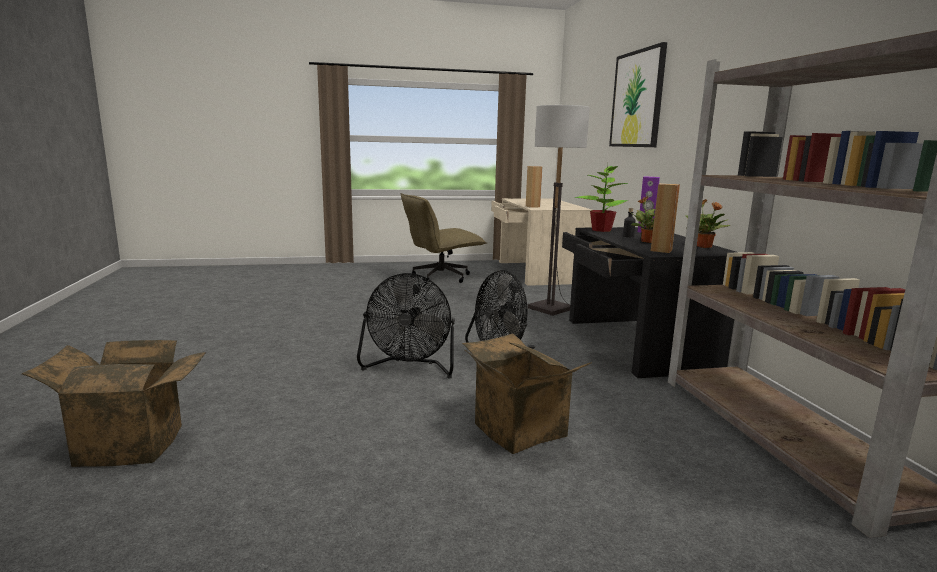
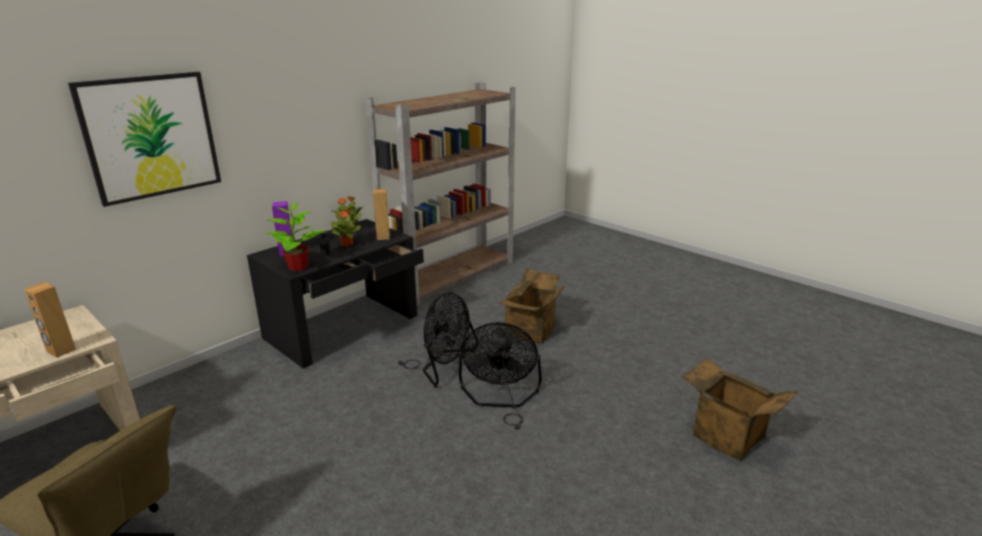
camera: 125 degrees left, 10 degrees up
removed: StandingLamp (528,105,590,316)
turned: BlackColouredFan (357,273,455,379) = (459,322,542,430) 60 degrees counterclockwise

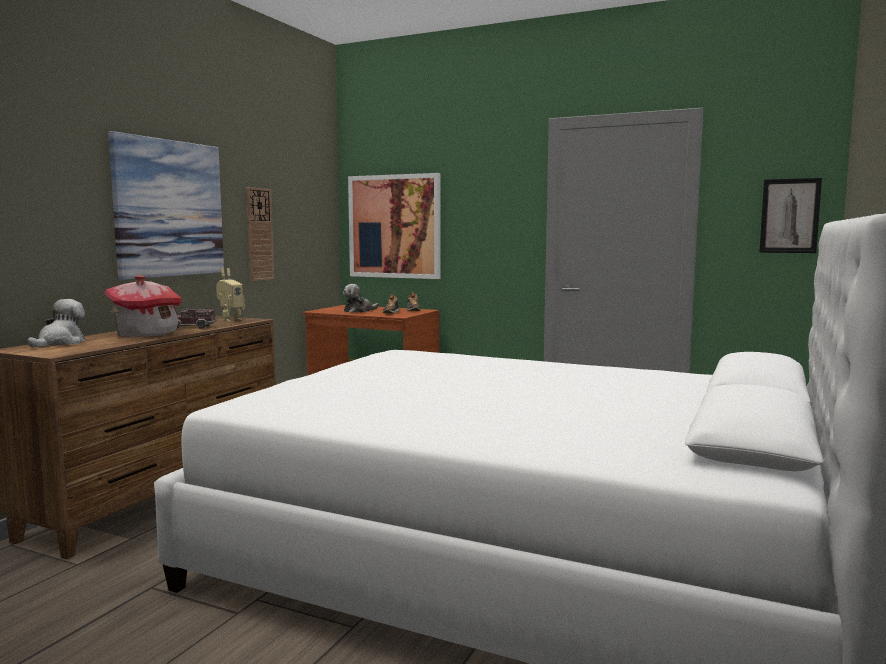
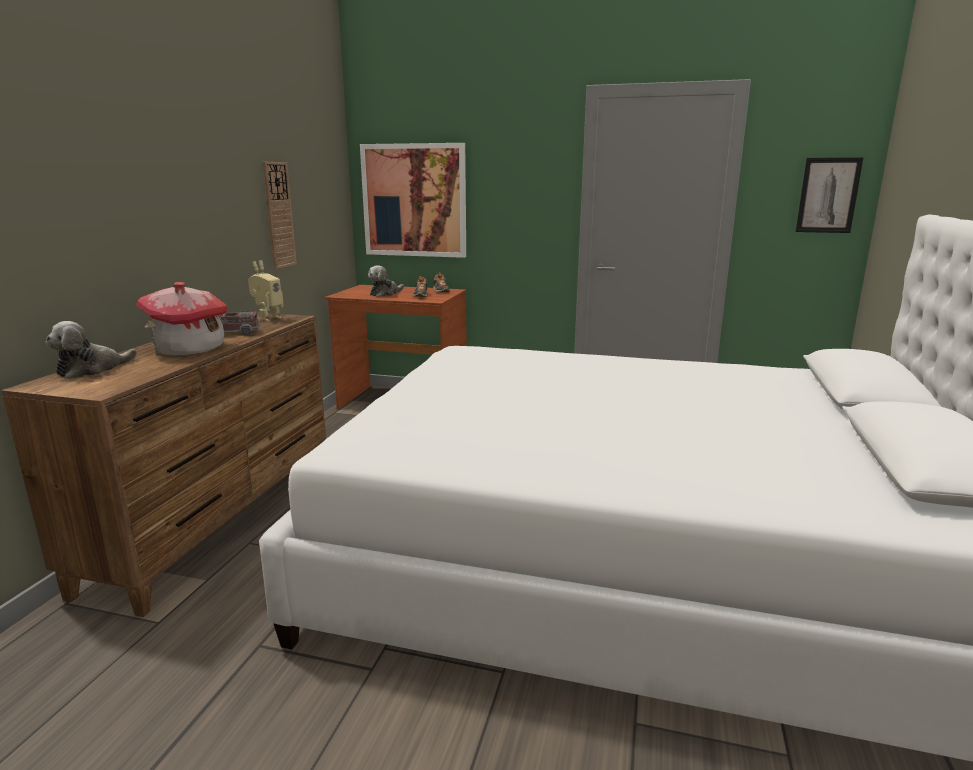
camera: 10 degrees left, 10 degrees up
removed: WallArt (108,131,224,280)
turned: SoftToy (27,299,85,347) = (45,321,137,379) 150 degrees counterclockwise

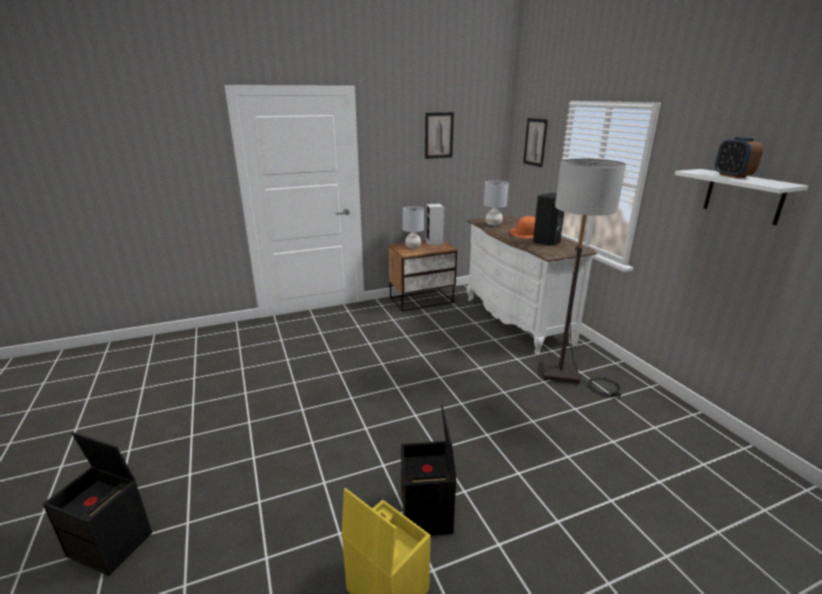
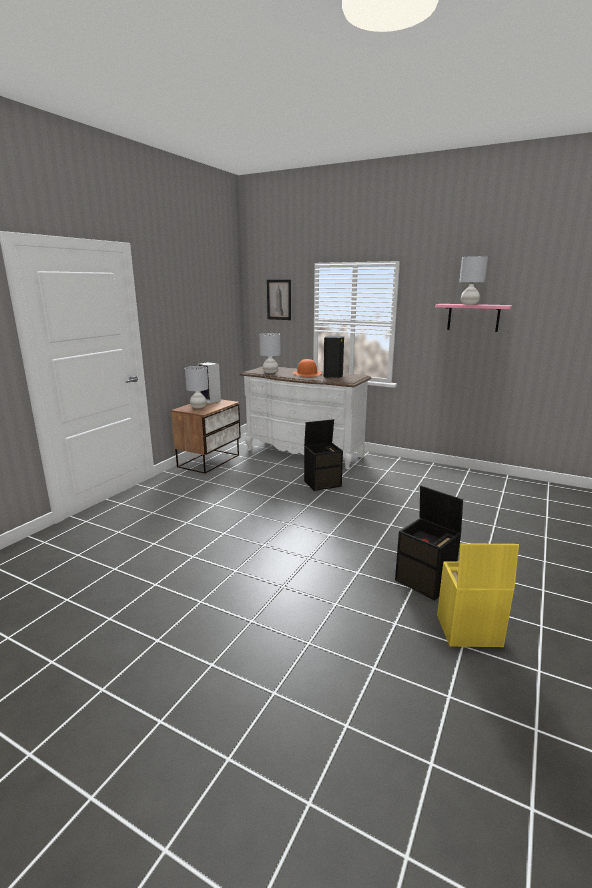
camera: 40 degrees left, 5 degrees down
removed: WallArt (425,112,454,159); StandingLamp (542,159,626,398)
moved: BlackColouredStorageBin (43,432,152,576) to (304,419,343,491)
replaced: BedsideClock (715,137,763,178) to GreyishLampForATable (459,256,488,305)
recoloured: WhiteColouredBracketShelf (675,169,808,225) to PinkColouredBracketShelf (435,304,512,332)

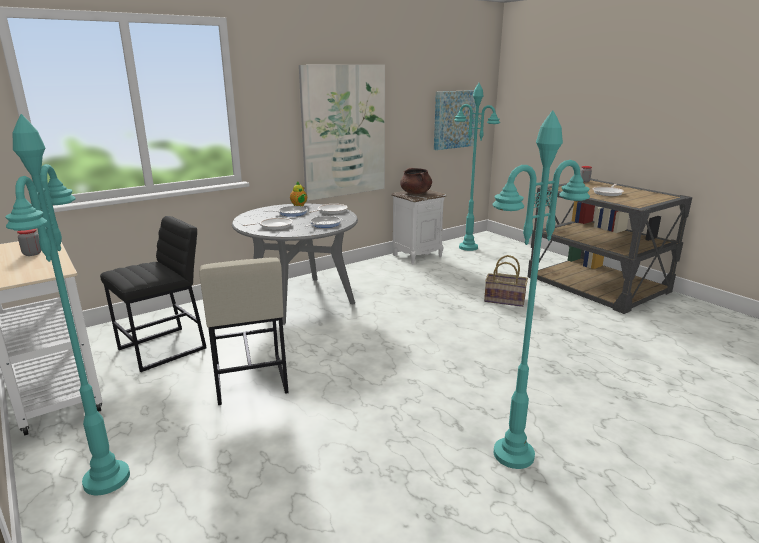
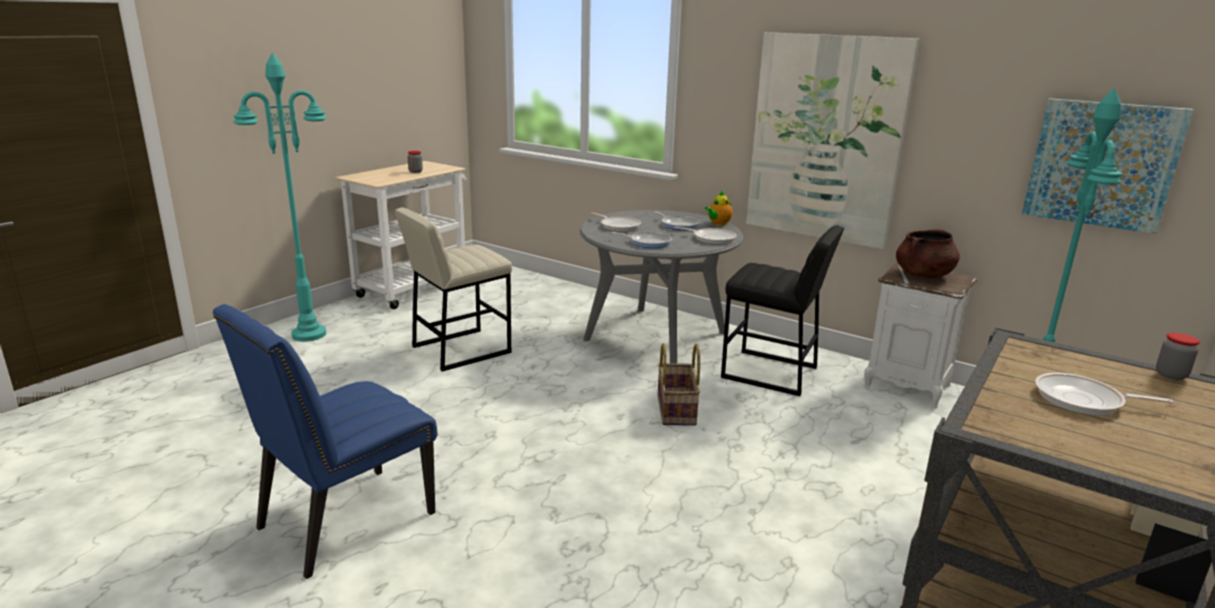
camera: 70 degrees right, 0 degrees up
moved: BlackColouredChair (100,216,206,372) to (721,225,844,396); StorageBasket (484,255,528,307) to (658,343,700,426)
replaced: BlueGreenStandingLamp (492,110,590,469) to BluishChair (213,304,438,579)

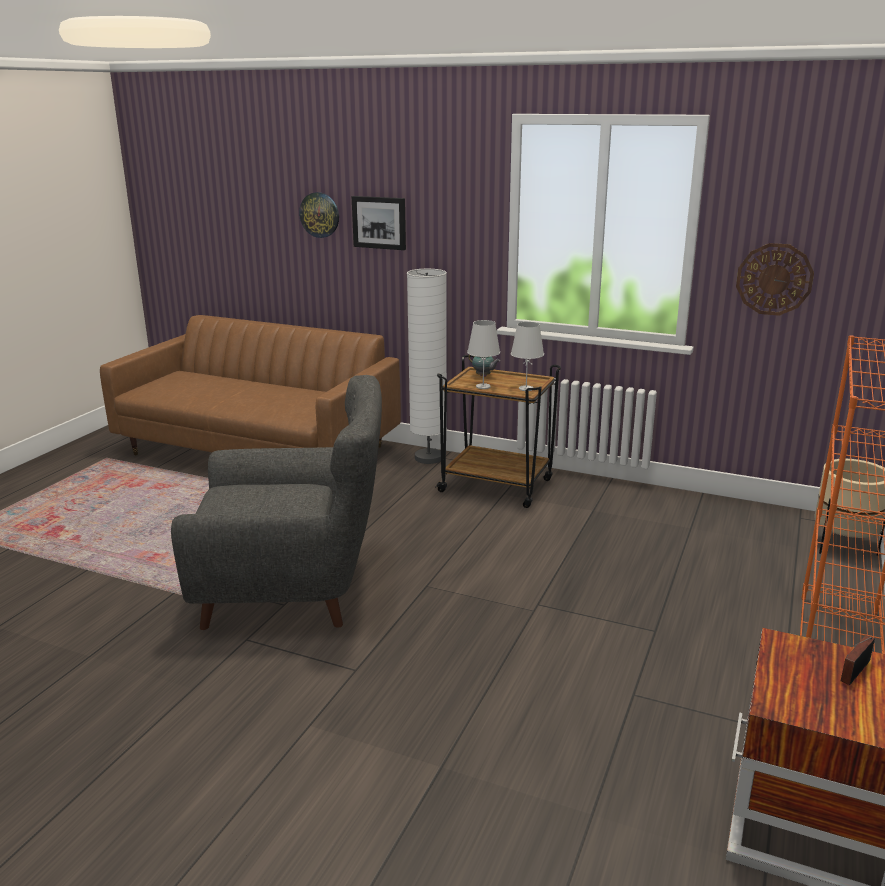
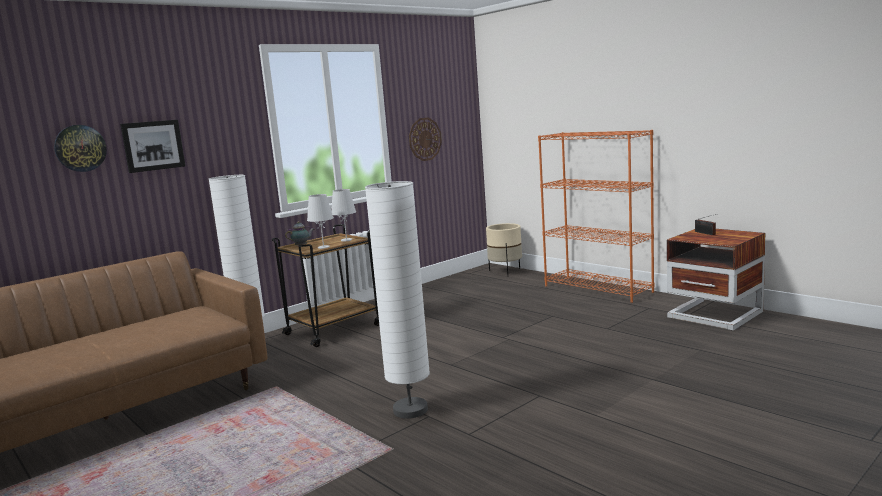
camera: 65 degrees left, 10 degrees down
replaced: GreyishArmchair (171,375,382,630) to WhiteColouredStandingLamp (365,181,430,419)

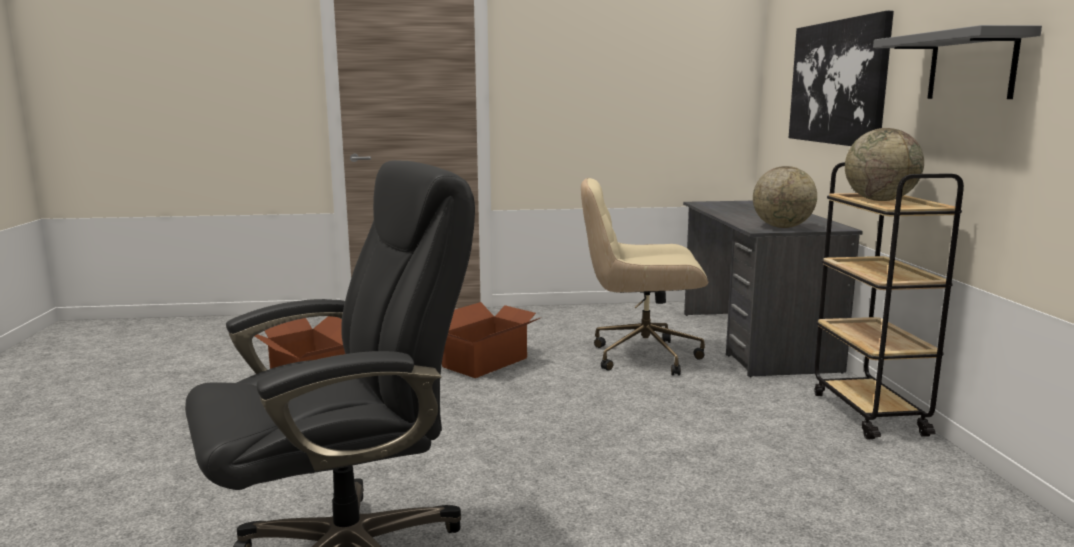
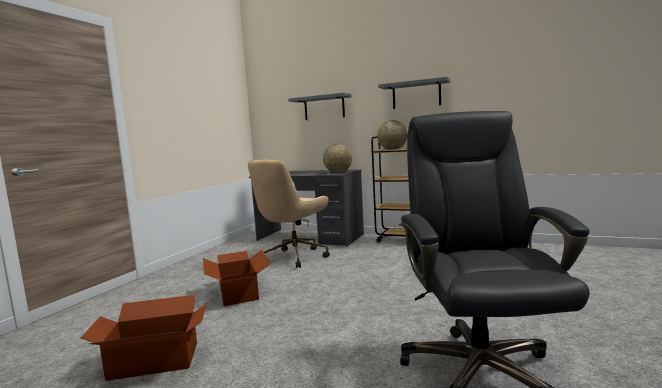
camera: 60 degrees left, 5 degrees down
replaced: WallArt (789,10,894,146) to GreyishBracketShelf (288,93,352,120)

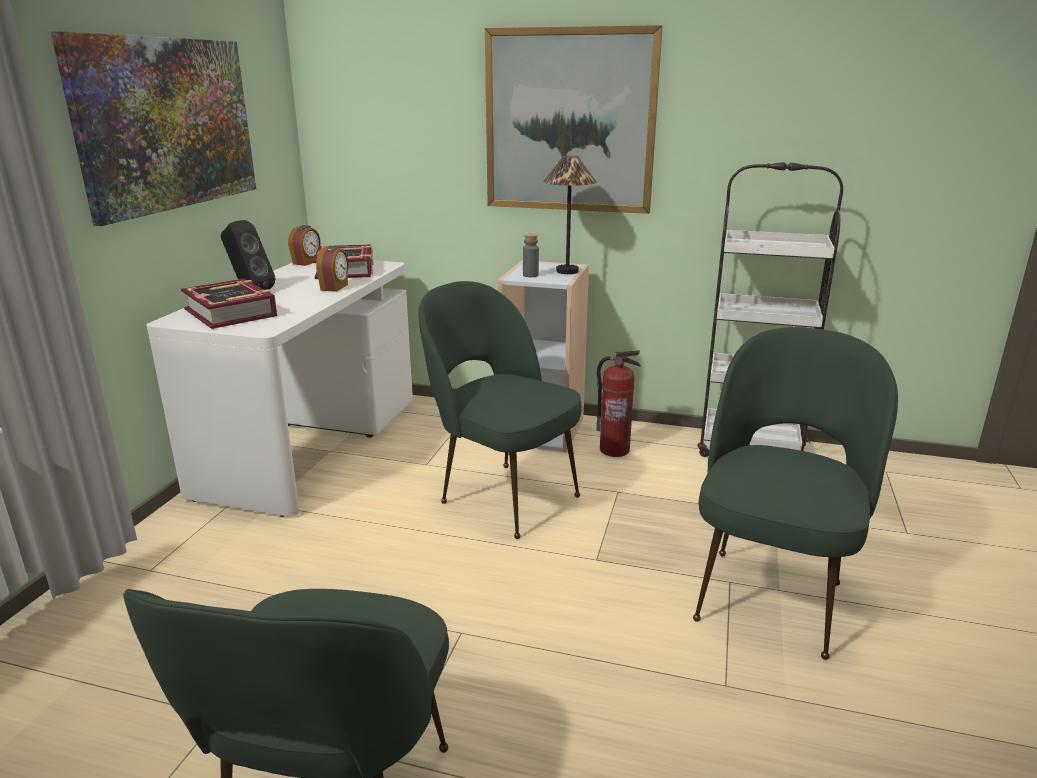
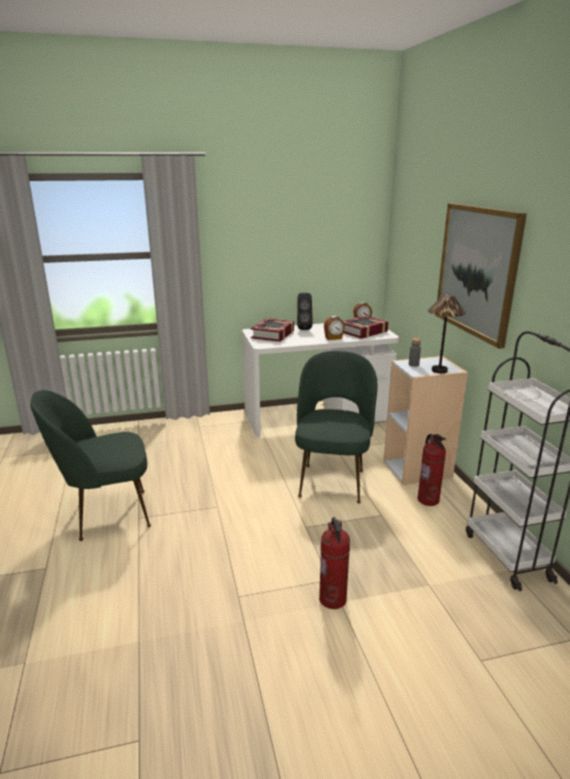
camera: 60 degrees right, 0 degrees up
removed: WallArt (51,31,256,226)
replaced: GreenChair (693,327,898,660) to FireExtinguisher (319,517,350,609)

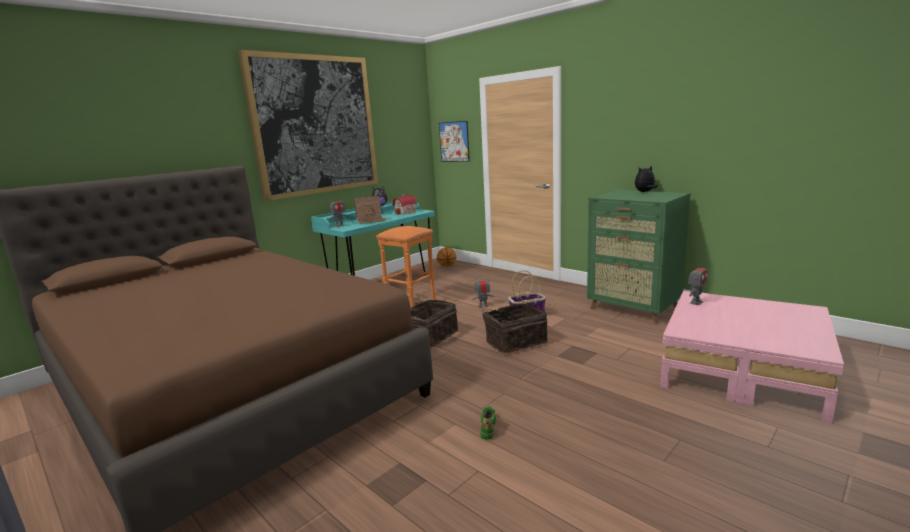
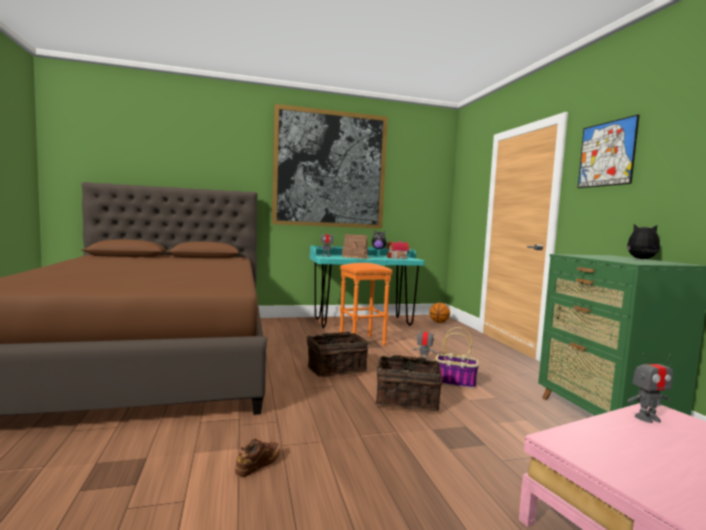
camera: 30 degrees right, 10 degrees down
moved: WallArt (439,121,470,162) to (578,114,639,188)
recoloured: GreenItemOfFootwear (481,405,496,440) to BrownishItemOfFootwear (235,439,281,477)

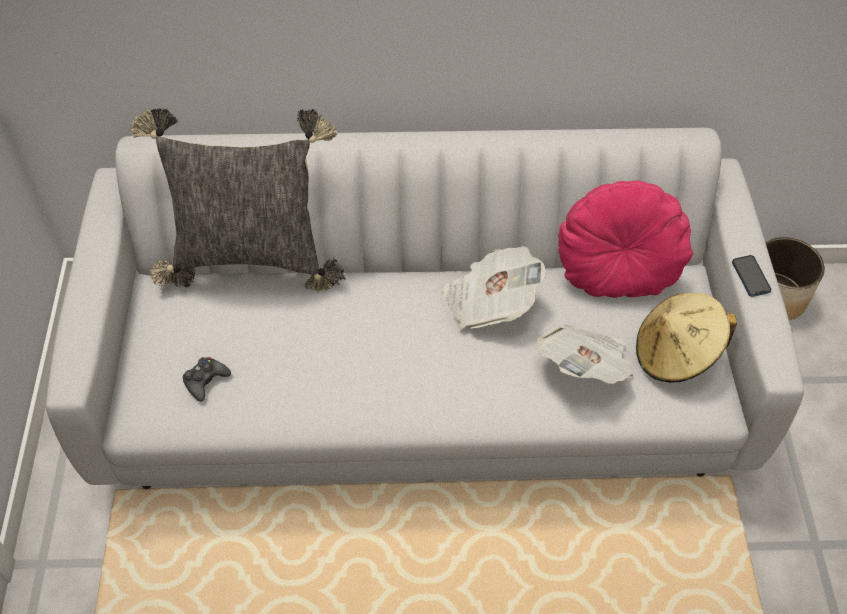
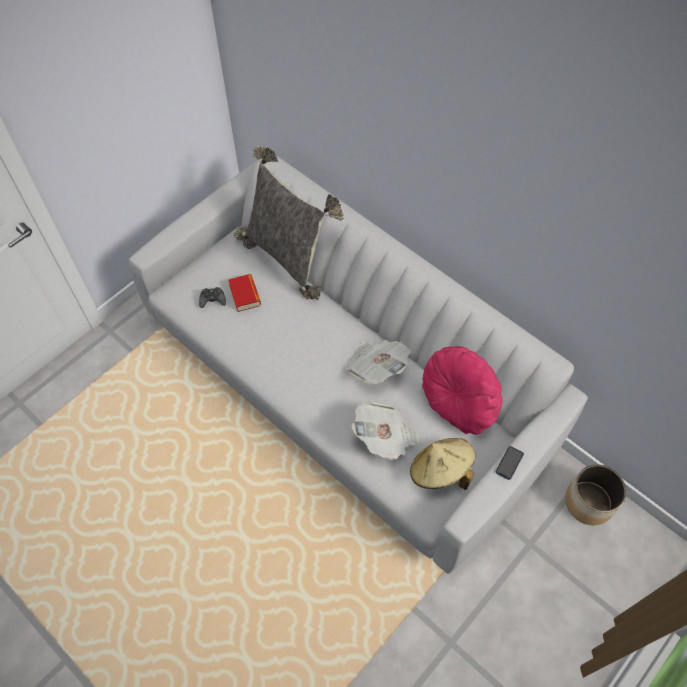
camera: 45 degrees right, 5 degrees up
added: BoundBook (228,274,261,312)

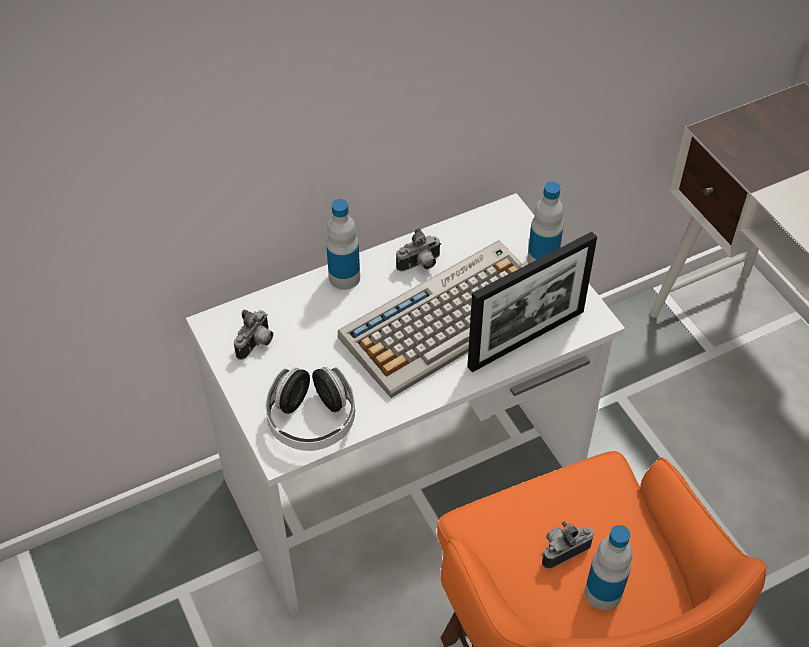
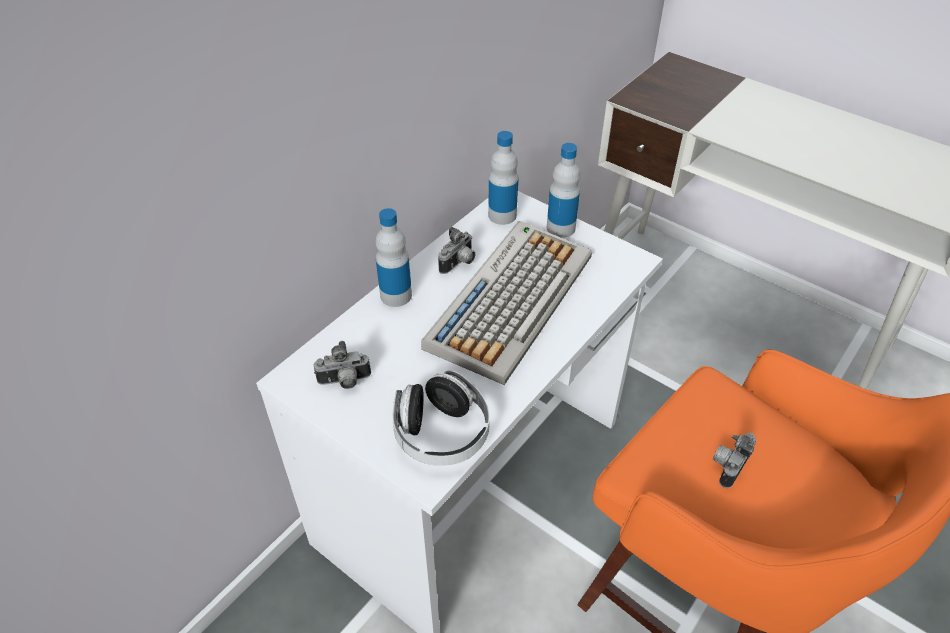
camera: 25 degrees left, 5 degrees down
removed: StandingFrame (467,232,597,372)
moved: Bottle (585,525,632,610) to (488,131,518,225)
turned: PhotoCamera (234,310,273,360) = (314,341,371,389) 75 degrees clockwise

